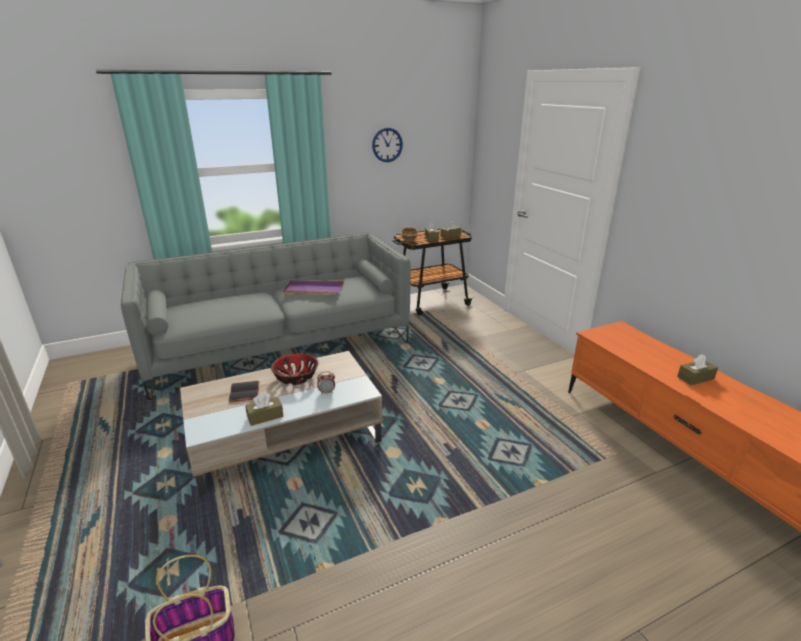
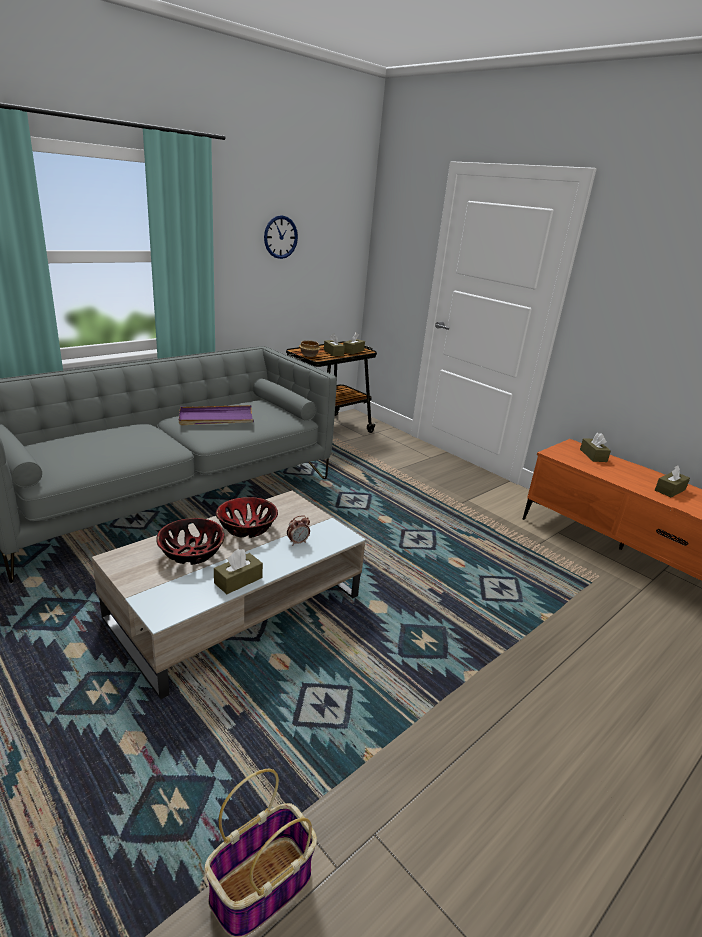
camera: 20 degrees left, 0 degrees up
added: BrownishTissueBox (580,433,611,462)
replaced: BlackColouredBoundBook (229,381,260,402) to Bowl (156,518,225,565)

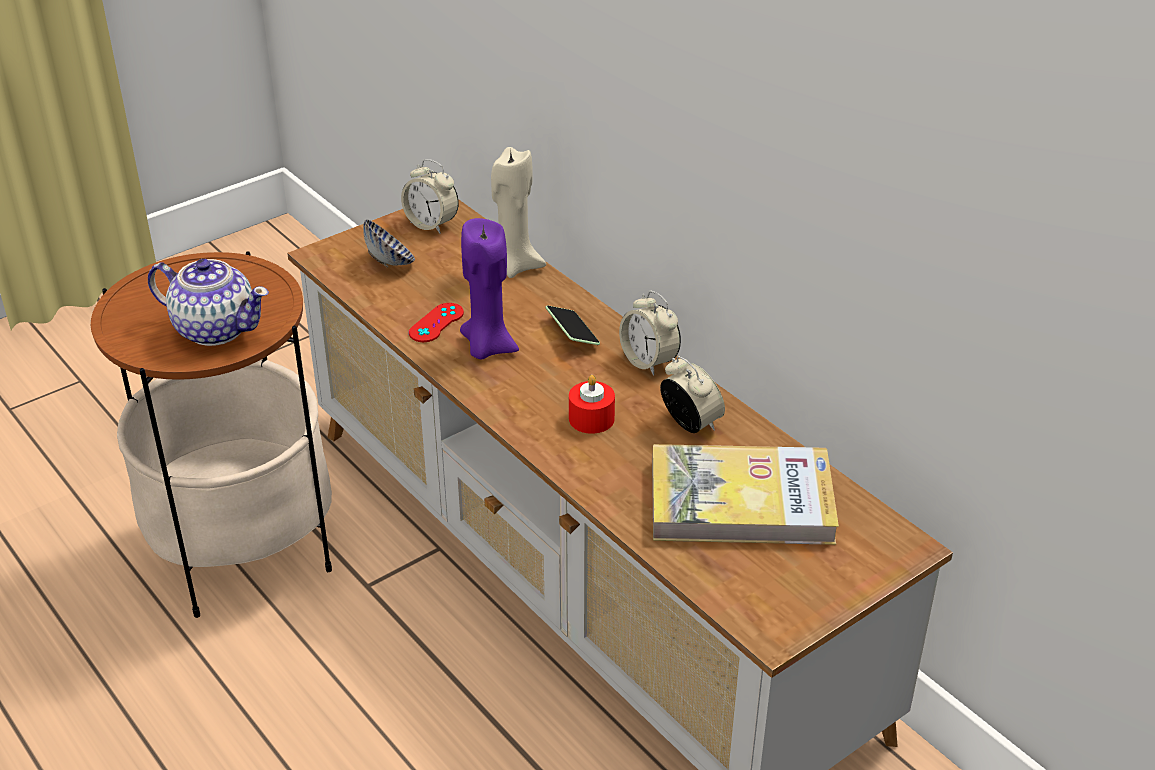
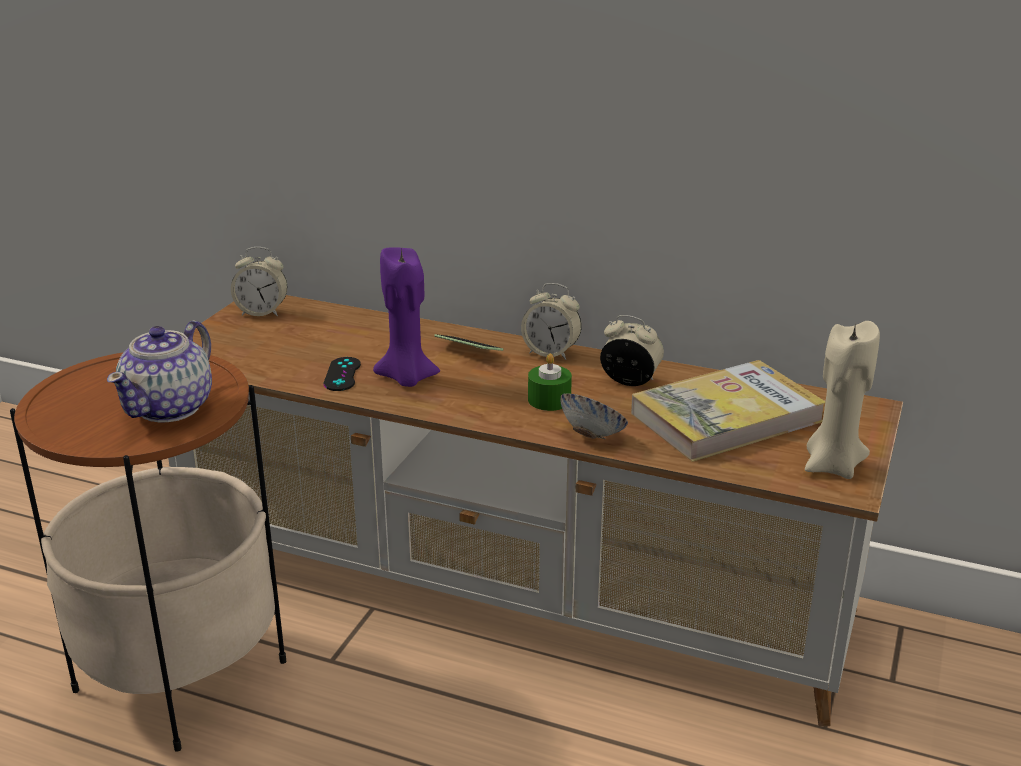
camera: 30 degrees left, 10 degrees down
moved: Bowl (363,219,415,268) to (561,394,628,439); SandColouredWaxCandle (491,147,546,278) to (805,321,880,479)
recoloured: ReddishJoypad (409,303,464,342) to BlackColouredJoypad (324,357,361,391); ReddishWaxCandle (569,375,615,434) to GreenWaxCandle (528,354,572,411)
turned: PotForTea (148,259,269,346) = (107,320,212,422) 120 degrees clockwise

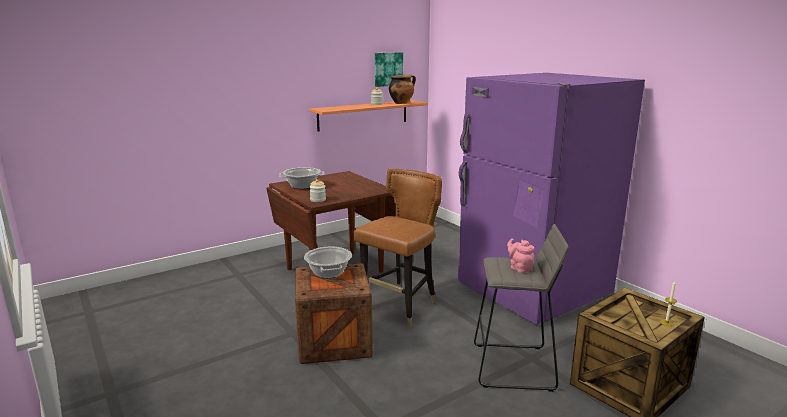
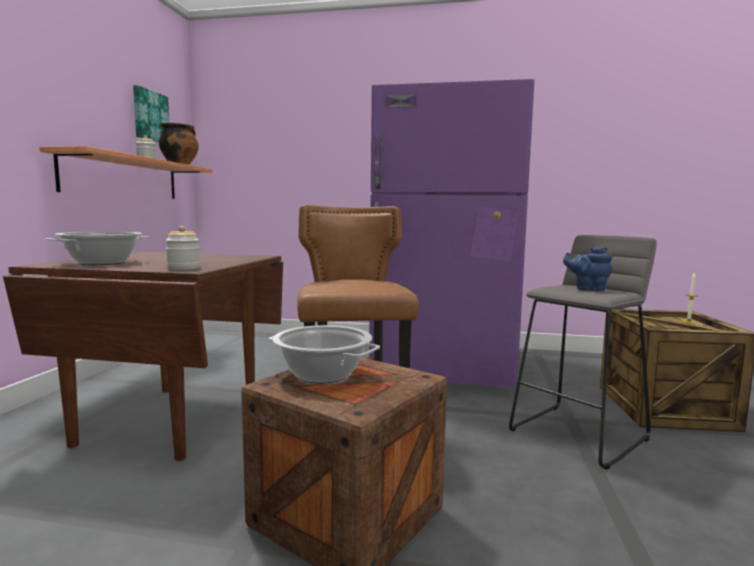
camera: 45 degrees left, 10 degrees down
recoloured: PinkColouredPotForTea (507,238,534,273) to BluishPotForTea (563,246,612,291)

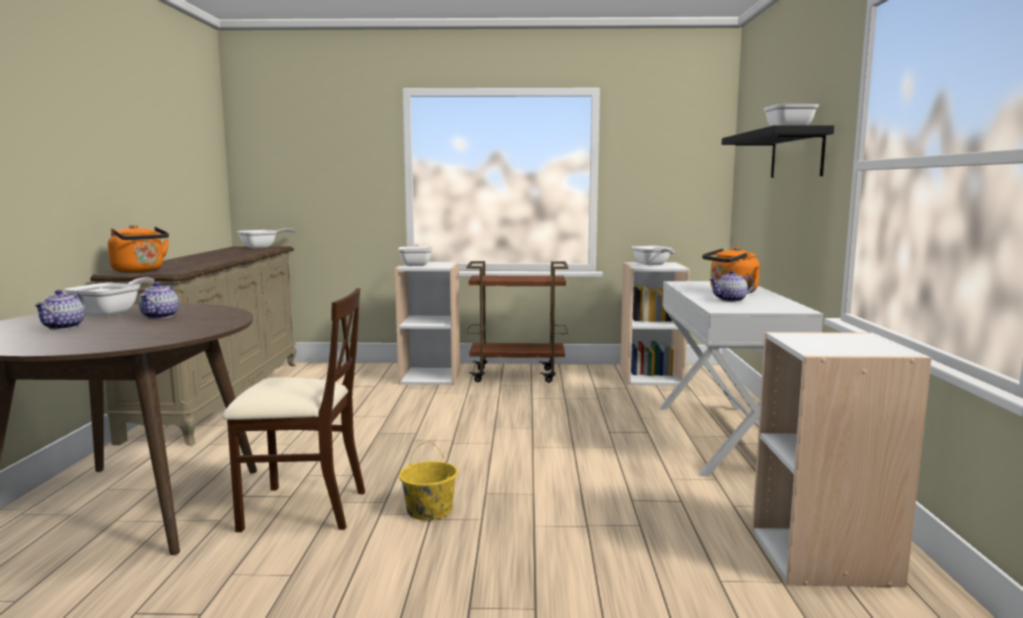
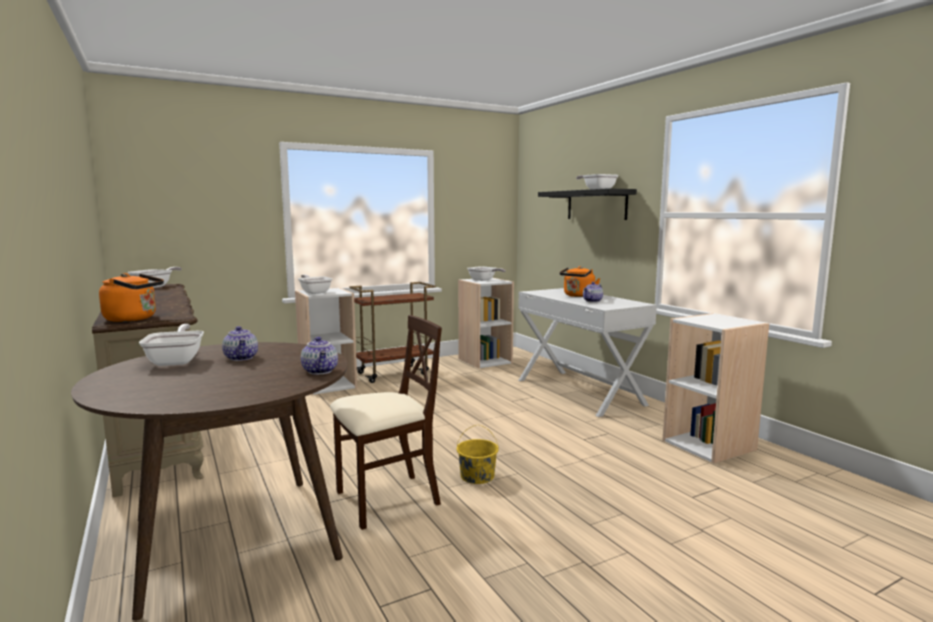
camera: 30 degrees left, 0 degrees up
moved: PotForTea (34,290,86,330) to (301,337,338,375)

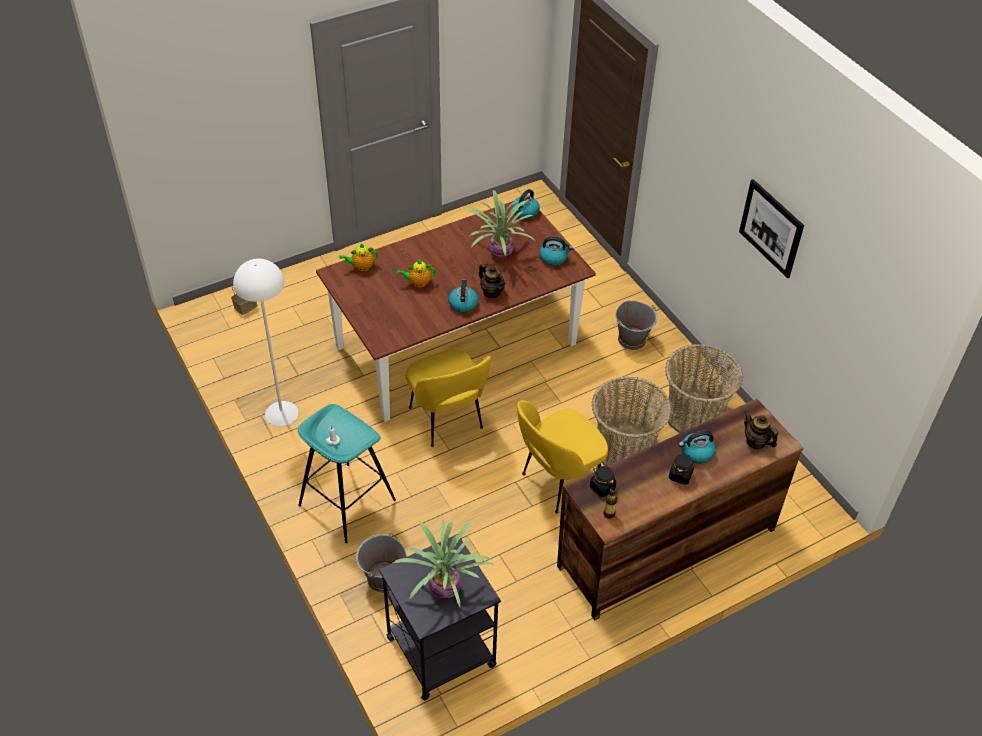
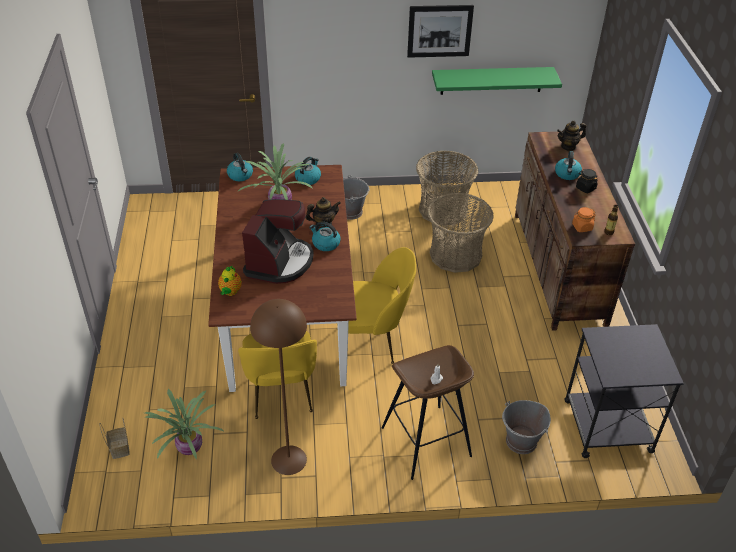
camera: 65 degrees left, 5 degrees down
added: GreenBracketShelf (432,67,562,95)
moved: PottedPlant (393,519,494,607) to (145,389,225,460); YellowishChair (517,400,608,513) to (238,331,317,419)
replaced: PotForTea (396,260,436,287) to CoffeeBrewer (242,199,313,284)
recoloured: WhiteColouredStandingLamp (233,259,298,426) to BrownishStandingLamp (250,299,307,475); BlueGreenStool (298,404,396,543) to BrownishStool (382,345,474,480); BlackColouredStorageJar (590,466,616,497) to OrangeyStorageJar (572,207,596,232)

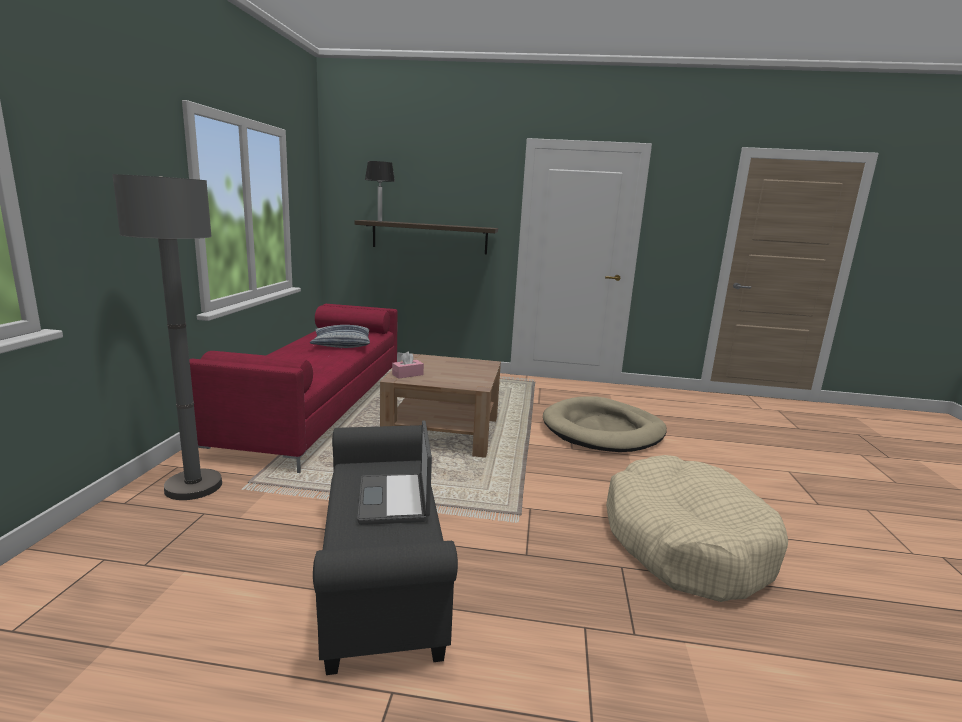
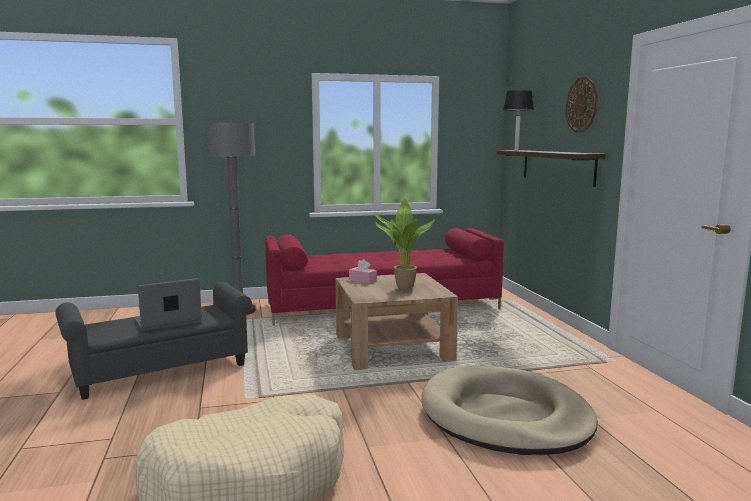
camera: 70 degrees right, 5 degrees down
removed: ThrowPillow (310,325,370,348)
added: PottedPlant (374,199,435,290); ClockOnTheWall (565,77,598,133)

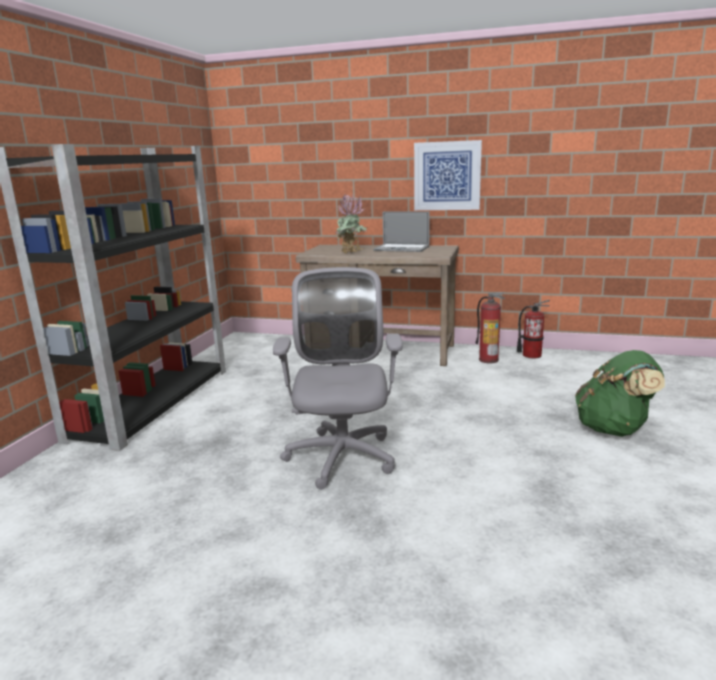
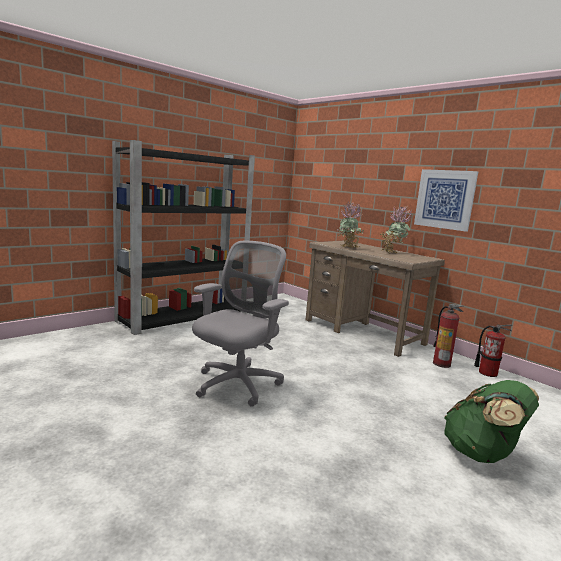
camera: 30 degrees right, 5 degrees down
replaced: NotebookComputer (373,211,430,252) to PottedPlant (380,207,412,254)

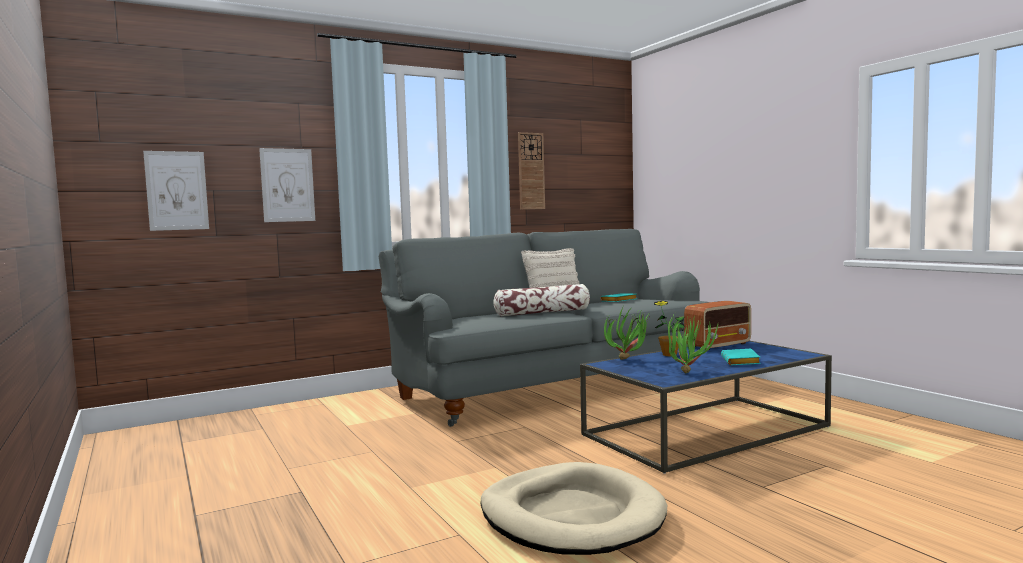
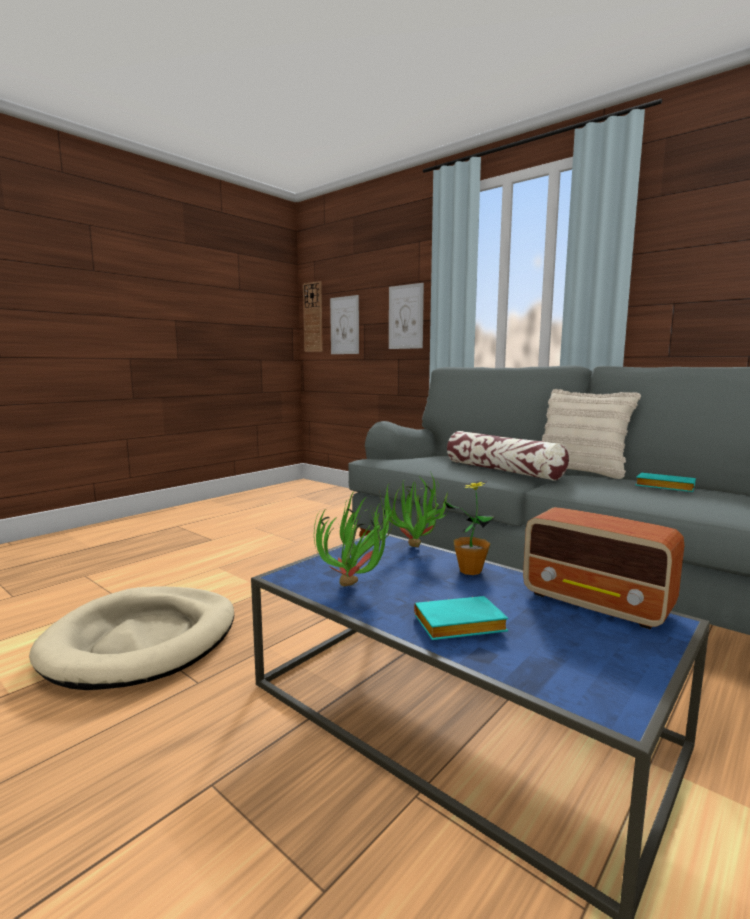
camera: 70 degrees right, 5 degrees up
moved: ClockOnTheWall (518,132,545,210) to (303,281,323,352)

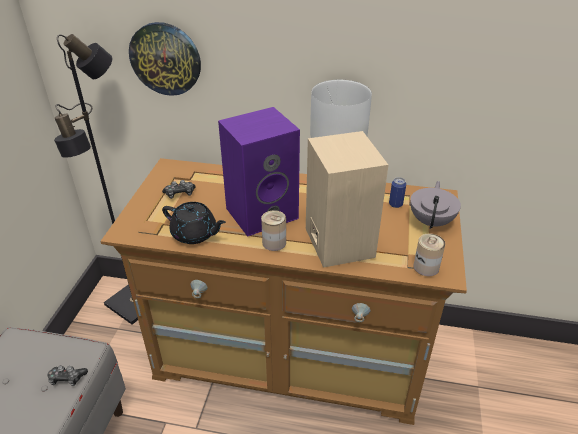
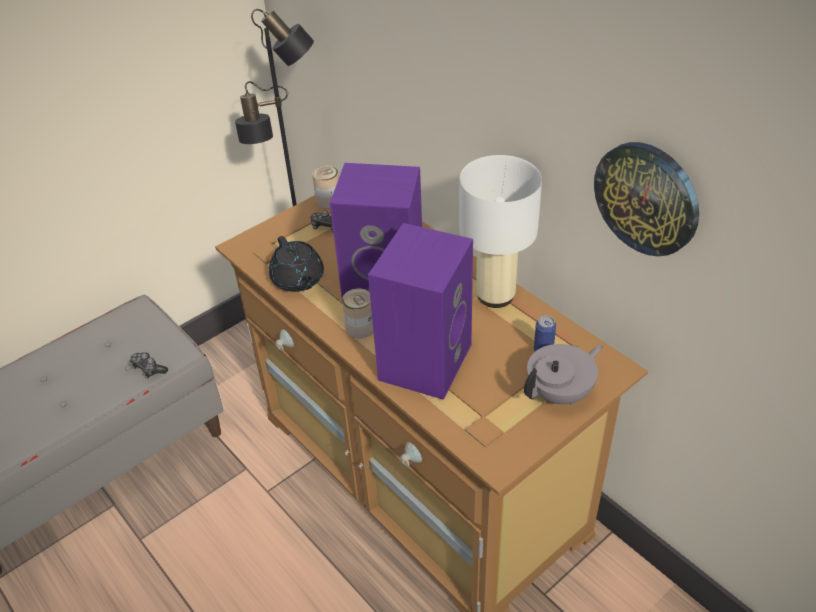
camera: 40 degrees right, 5 degrees up
moved: ClockOnTheWall (129,22,201,96) to (594,142,699,256); SealedCan (413,233,445,276) to (312,165,339,208)
recoloured: SandColouredAudioSpeaker (306,131,388,268) to PurplishAudioSpeaker (368,223,473,400)

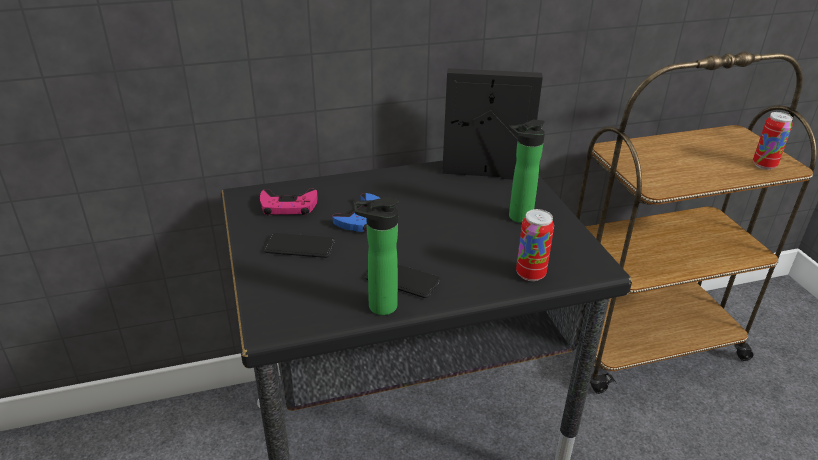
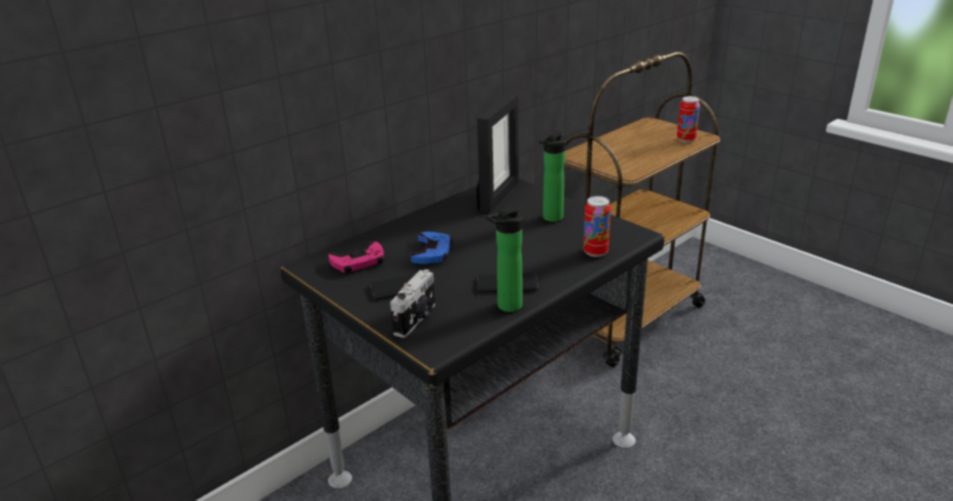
camera: 25 degrees left, 5 degrees down
added: PhotoCamera (390,269,435,338)
turned: StandingFrame (442,68,543,180) = (476,93,519,213) 135 degrees clockwise

